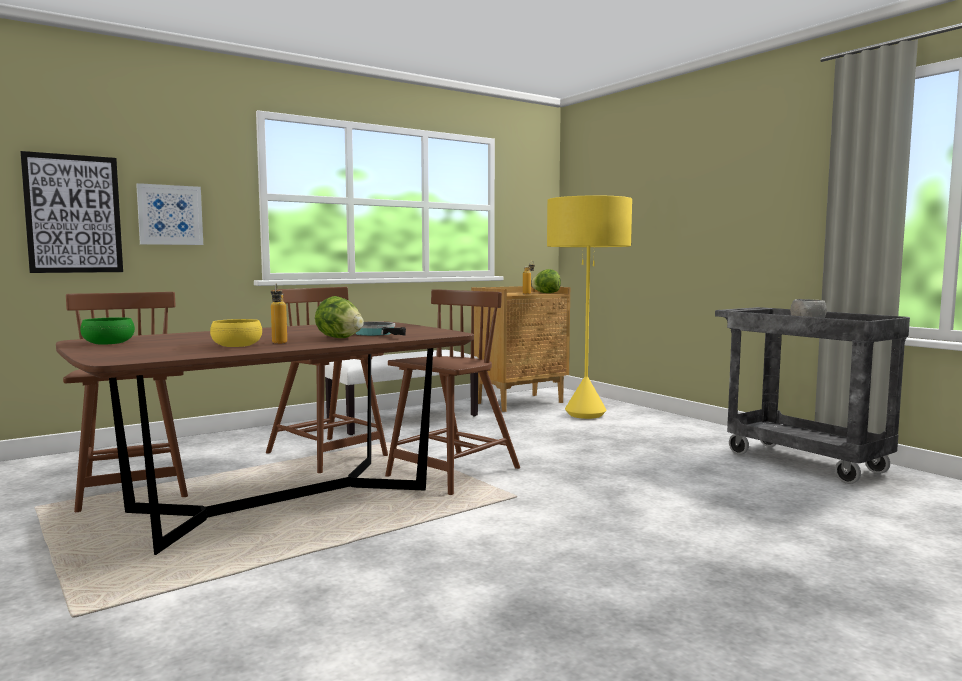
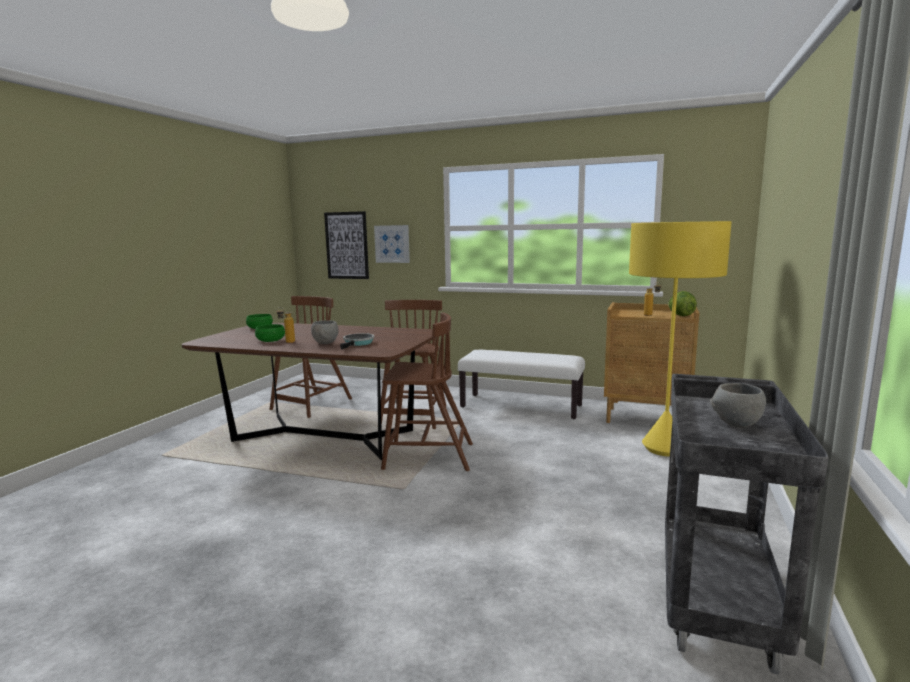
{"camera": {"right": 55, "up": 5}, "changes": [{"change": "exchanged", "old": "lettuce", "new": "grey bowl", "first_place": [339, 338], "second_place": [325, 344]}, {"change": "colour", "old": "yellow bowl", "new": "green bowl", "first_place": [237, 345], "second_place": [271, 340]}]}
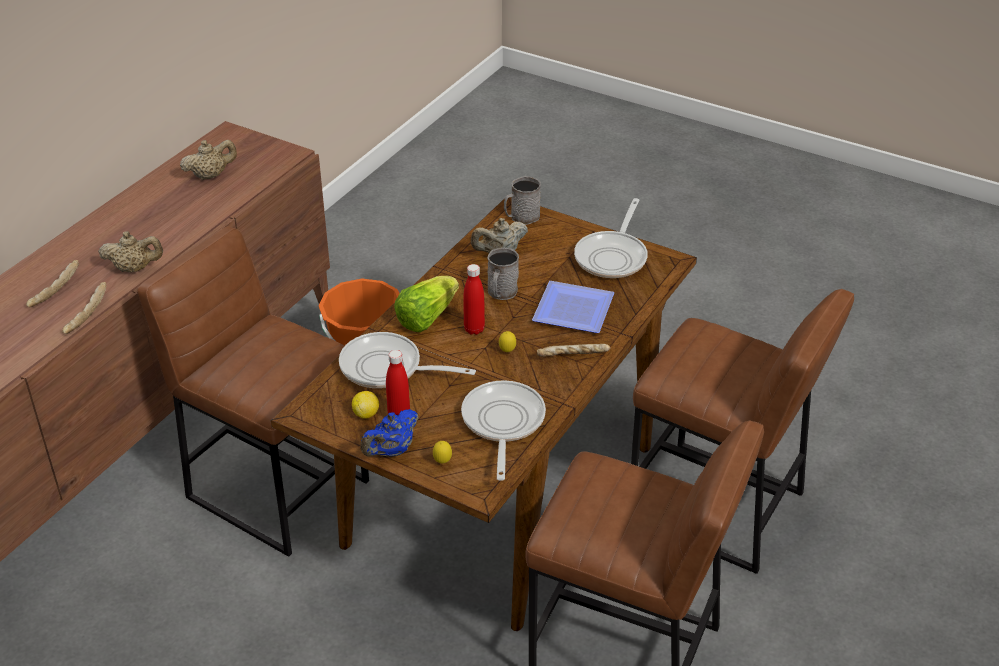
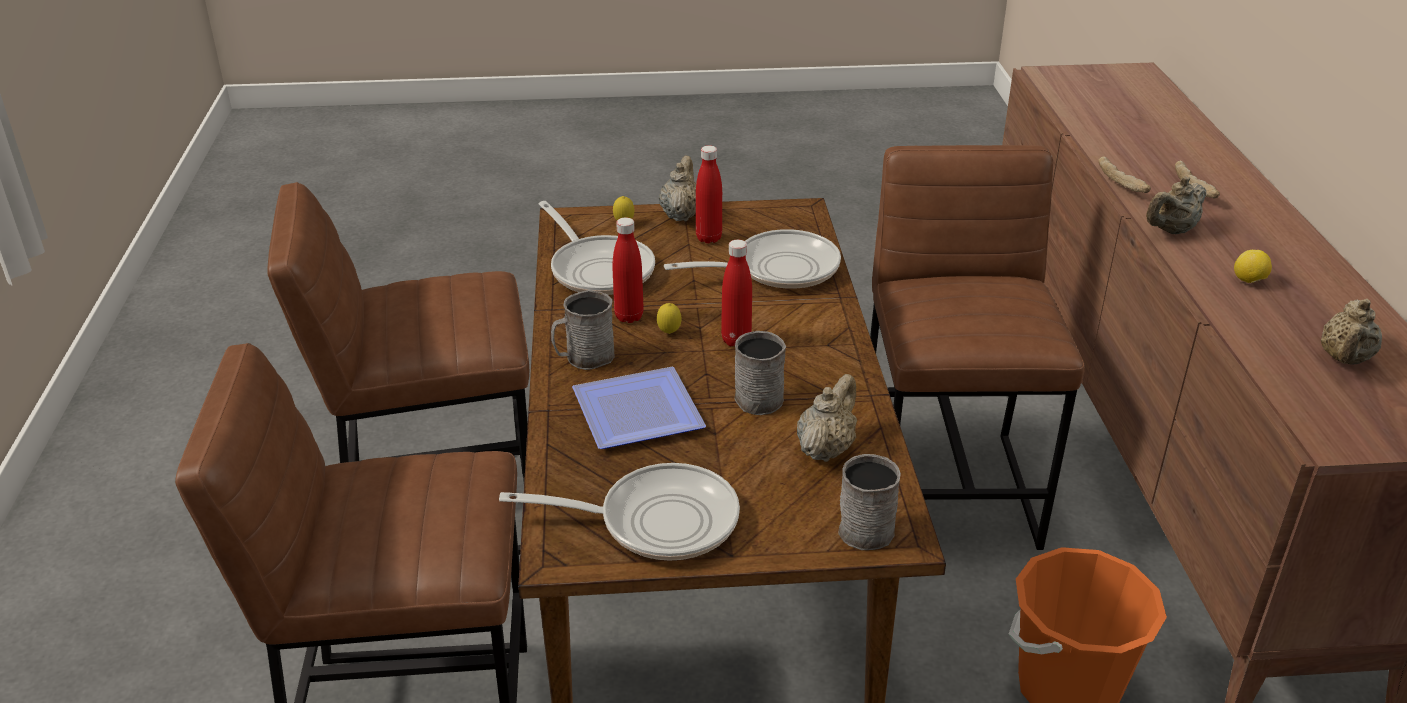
{"camera": {"right": 145, "up": -5}, "changes": [{"change": "spun", "old": "frying pan", "first_place": [613, 256], "second_place": [656, 521], "degrees": 105}, {"change": "spun", "old": "brown chair", "first_place": [276, 487], "second_place": [946, 488], "degrees": -90}, {"change": "missing", "old": "lettuce", "first_place": [426, 317]}, {"change": "exchanged", "old": "bread", "new": "grey mug", "first_place": [573, 356], "second_place": [583, 358]}, {"change": "relocated", "old": "lemon", "first_place": [366, 414], "second_place": [1249, 281]}, {"change": "colour", "old": "blue teapot", "new": "beige teapot", "first_place": [391, 451], "second_place": [681, 214]}, {"change": "appeared", "new": "red bottle", "second_place": [629, 316]}]}
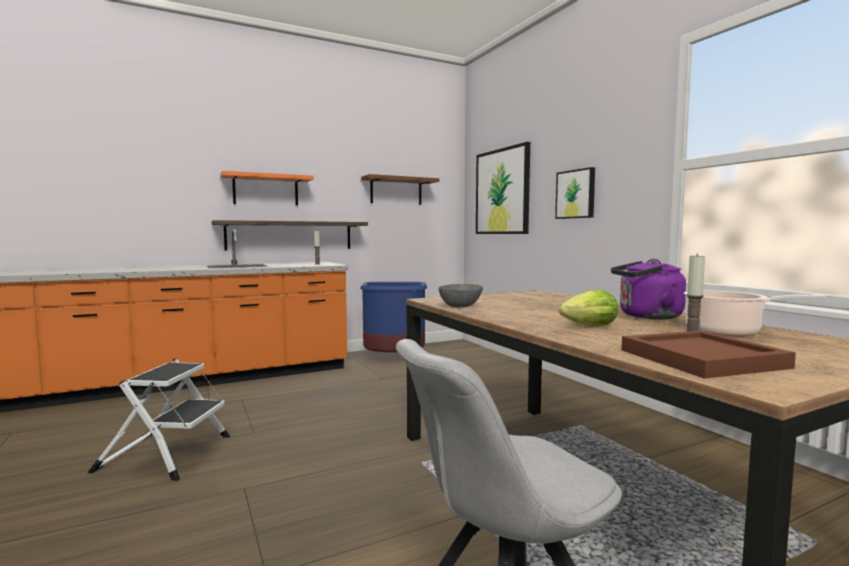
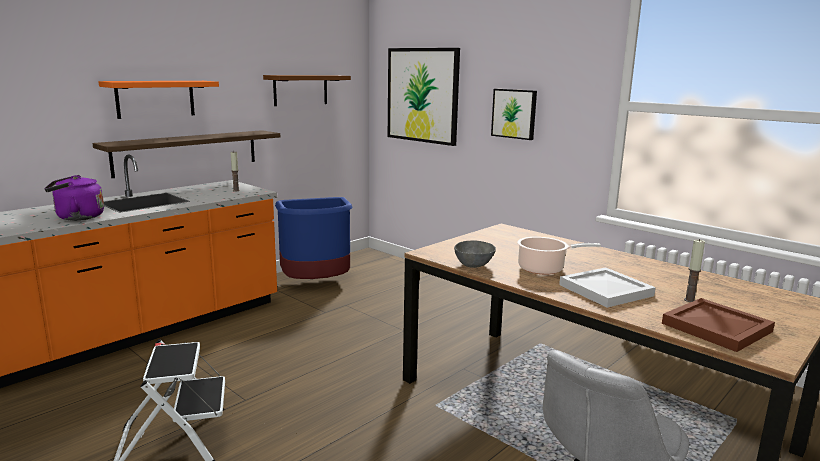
{"camera": {"right": -20, "up": 10}, "changes": [{"change": "relocated", "old": "purple kettle", "first_place": [646, 316], "second_place": [77, 217]}, {"change": "exchanged", "old": "lettuce", "new": "white tray", "first_place": [587, 326], "second_place": [607, 290]}, {"change": "relocated", "old": "cooking pot", "first_place": [728, 332], "second_place": [544, 269]}]}
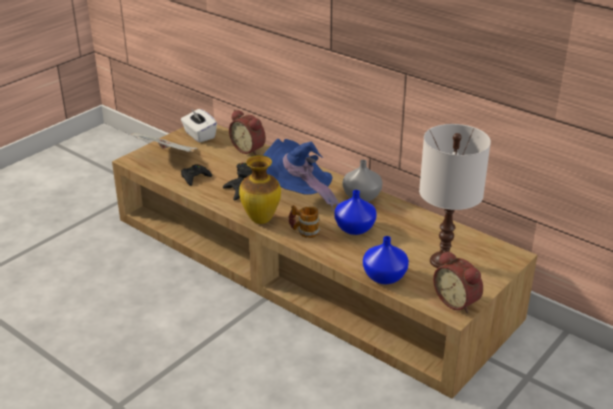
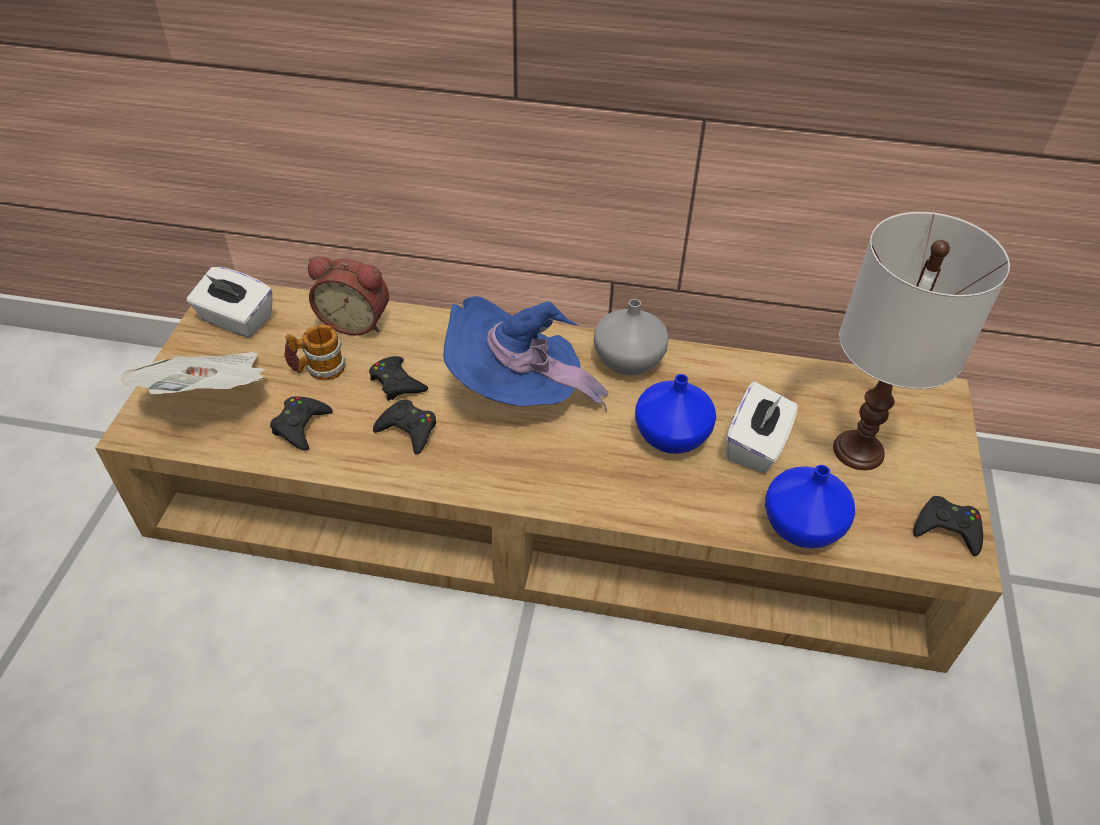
{"camera": {"right": -30, "up": 15}, "changes": [{"change": "missing", "old": "vase", "first_place": [260, 220]}, {"change": "relocated", "old": "mug", "first_place": [304, 231], "second_place": [318, 369]}, {"change": "exchanged", "old": "alarm clock", "new": "black game controller", "first_place": [457, 301], "second_place": [947, 529]}, {"change": "appeared", "new": "white tissue box", "second_place": [756, 445]}]}
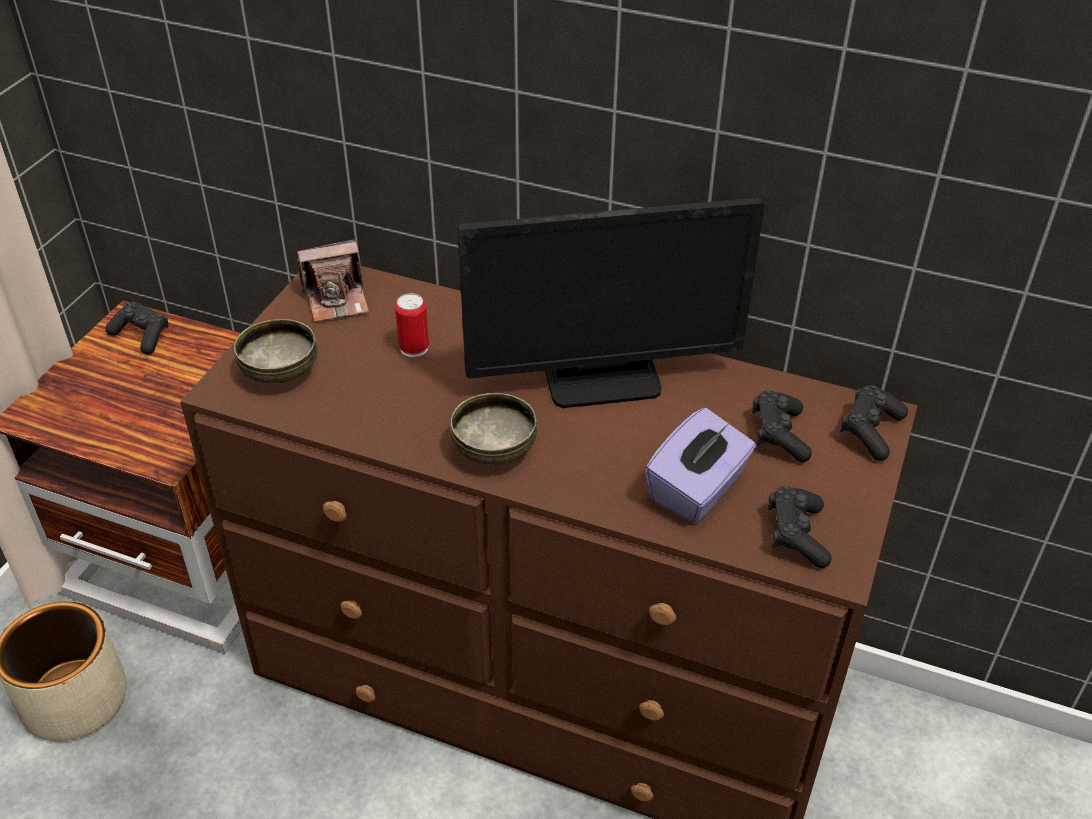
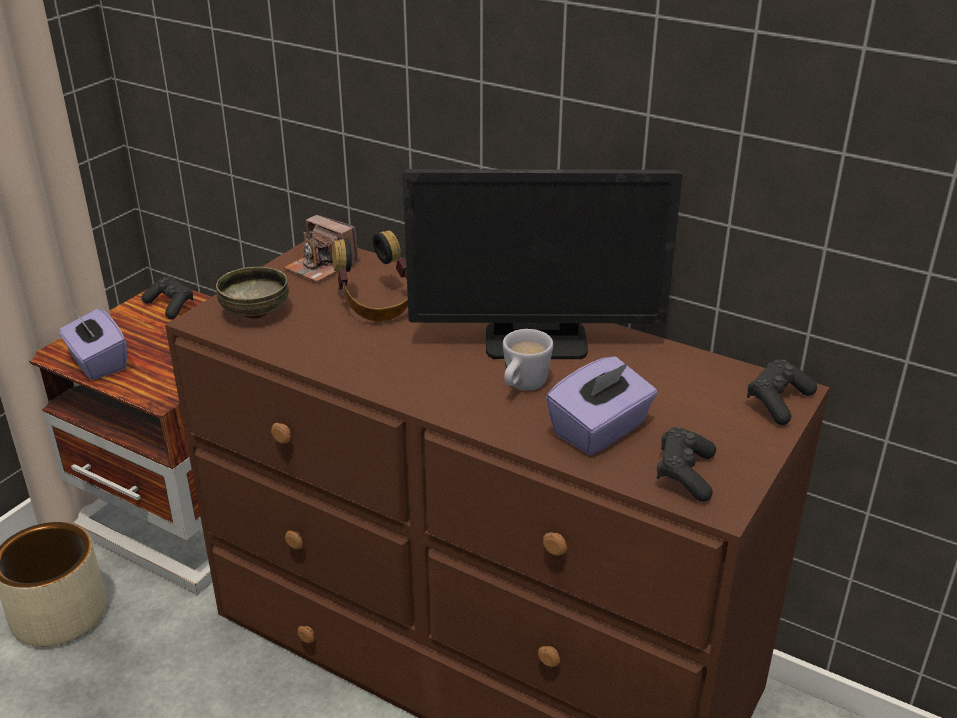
{"camera": {"right": 10, "up": -10}, "changes": [{"change": "spun", "old": "photo camera", "first_place": [337, 300], "second_place": [321, 267], "degrees": 45}, {"change": "exchanged", "old": "can", "new": "headphones", "first_place": [414, 348], "second_place": [376, 305]}, {"change": "missing", "old": "black game controller", "first_place": [778, 435]}, {"change": "missing", "old": "bowl", "first_place": [494, 452]}, {"change": "appeared", "new": "purple tissue box", "second_place": [97, 363]}, {"change": "appeared", "new": "white mug", "second_place": [522, 387]}]}
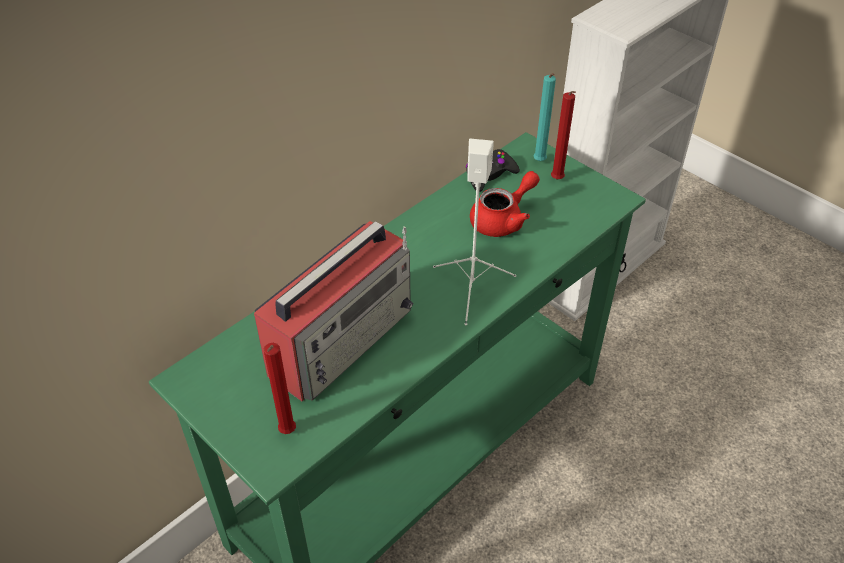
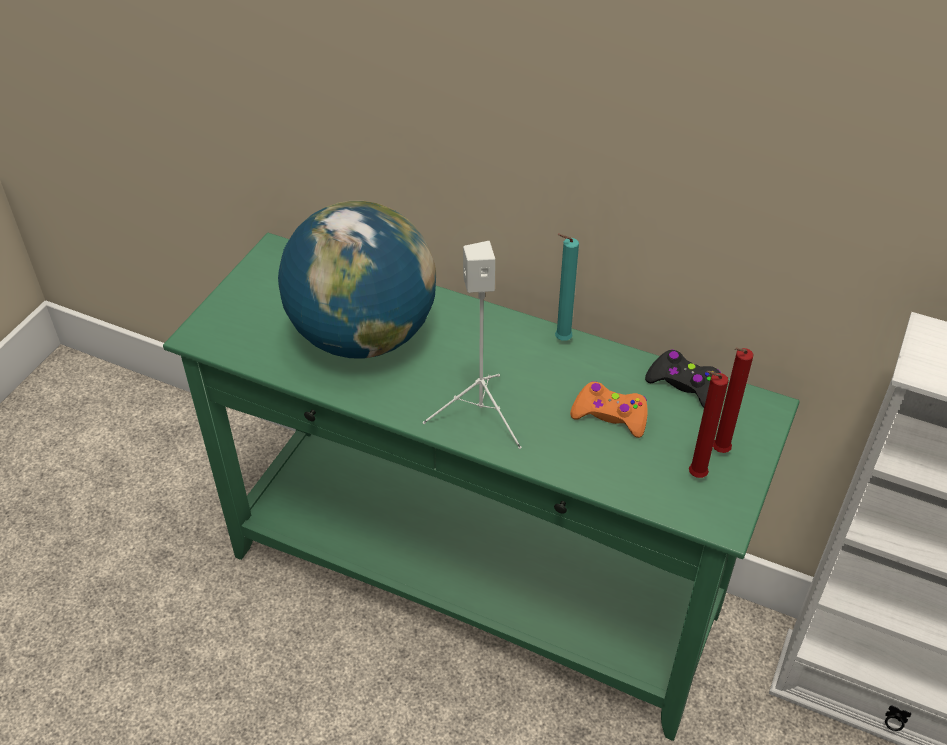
{"camera": {"right": 70, "up": 0}, "changes": [{"change": "relocated", "old": "turquoise candle", "first_place": [539, 162], "second_place": [560, 340]}, {"change": "exchanged", "old": "red teapot", "new": "orange game controller", "first_place": [503, 220], "second_place": [610, 415]}, {"change": "exchanged", "old": "radio", "new": "globe", "first_place": [343, 339], "second_place": [363, 335]}, {"change": "relocated", "old": "red candle", "first_place": [287, 433], "second_place": [694, 476]}]}
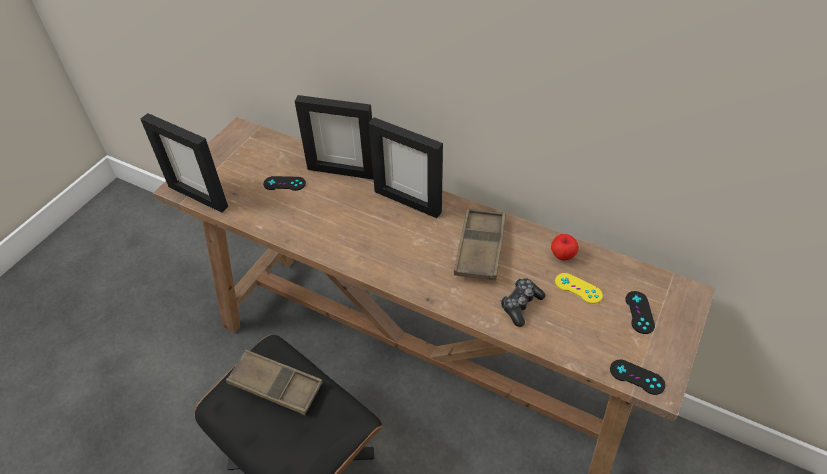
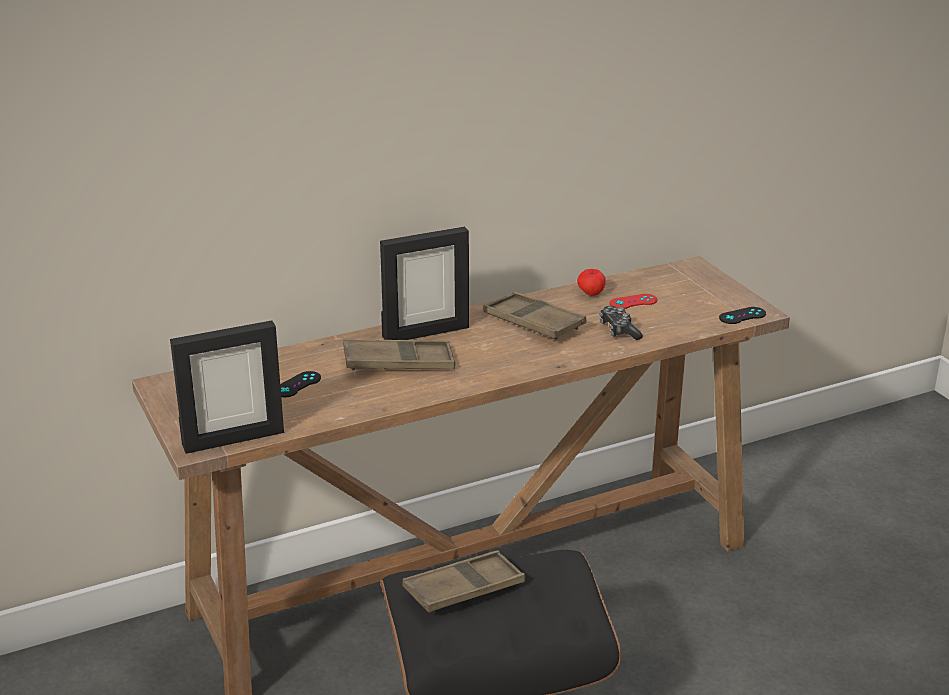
{"camera": {"right": -55, "up": -20}, "changes": [{"change": "missing", "old": "picture frame", "first_place": [342, 170]}, {"change": "colour", "old": "yellow game controller", "new": "red game controller", "first_place": [578, 288], "second_place": [633, 302]}, {"change": "missing", "old": "black game controller", "first_place": [639, 312]}, {"change": "appeared", "new": "brown tray", "second_place": [398, 363]}]}
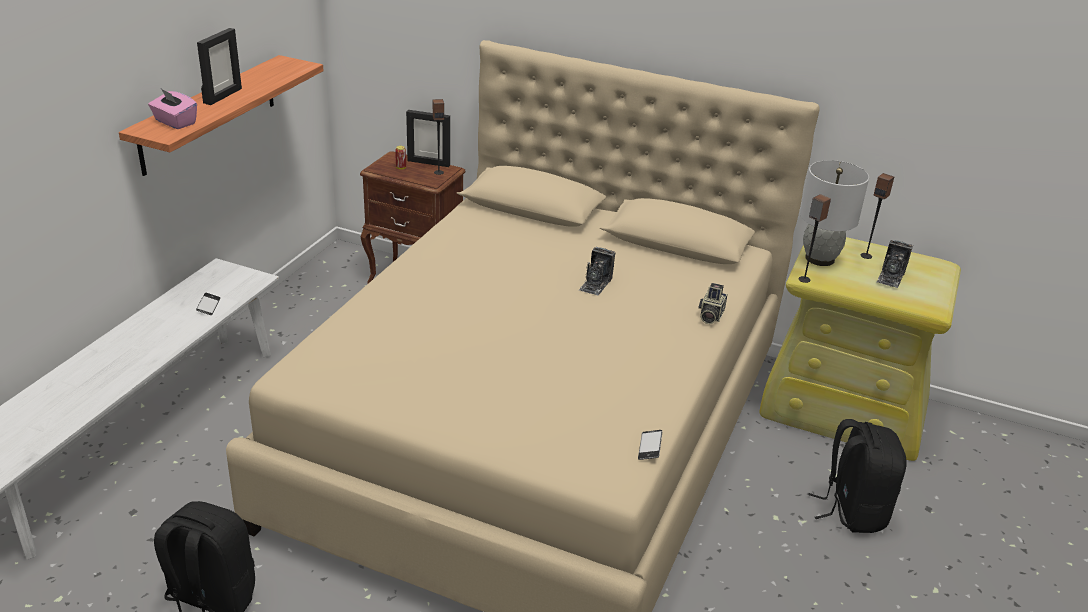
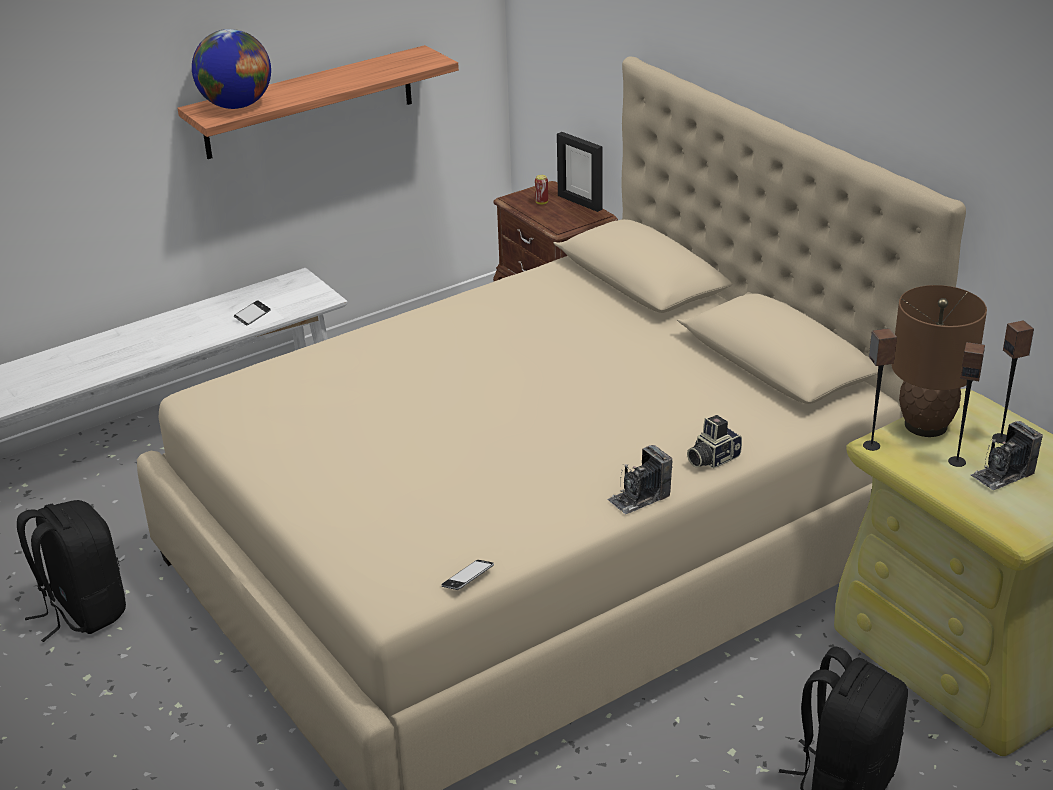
{"camera": {"right": 35, "up": 0}, "changes": [{"change": "missing", "old": "picture frame", "first_place": [222, 96]}, {"change": "exchanged", "old": "pink tissue box", "new": "globe", "first_place": [175, 122], "second_place": [236, 106]}, {"change": "relocated", "old": "speaker", "first_place": [438, 172], "second_place": [957, 461]}, {"change": "colour", "old": "white table lamp", "new": "brown table lamp", "first_place": [819, 258], "second_place": [925, 425]}, {"change": "relocated", "old": "photo camera", "first_place": [595, 284], "second_place": [639, 497]}]}
